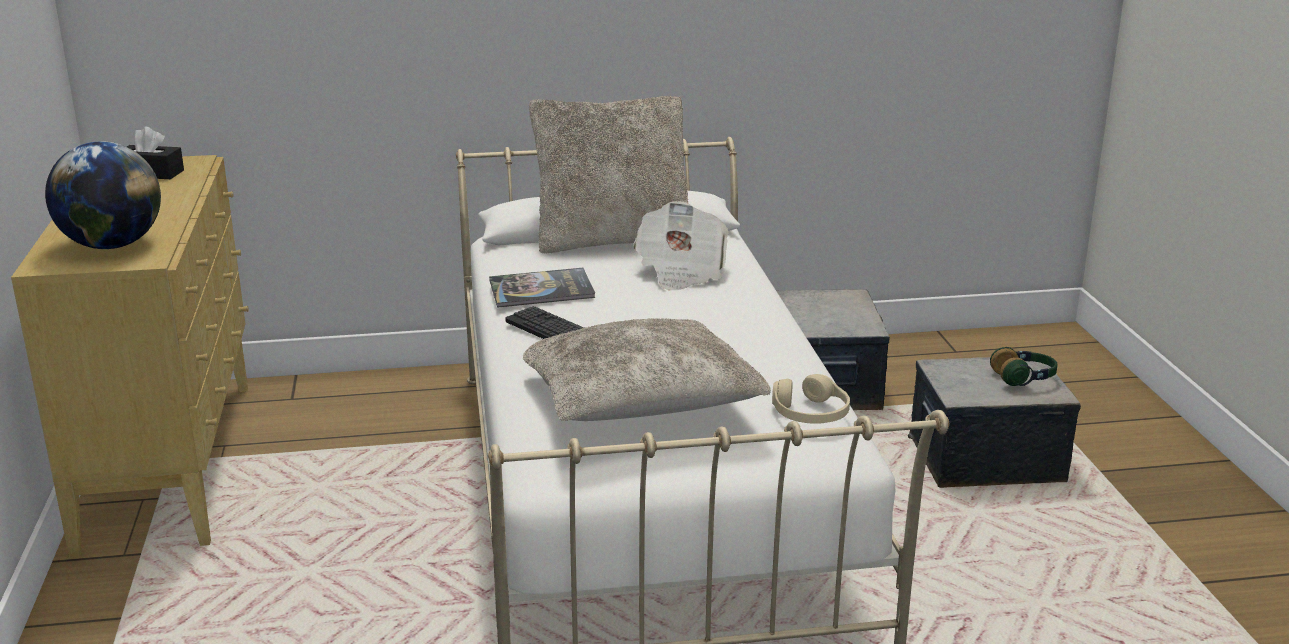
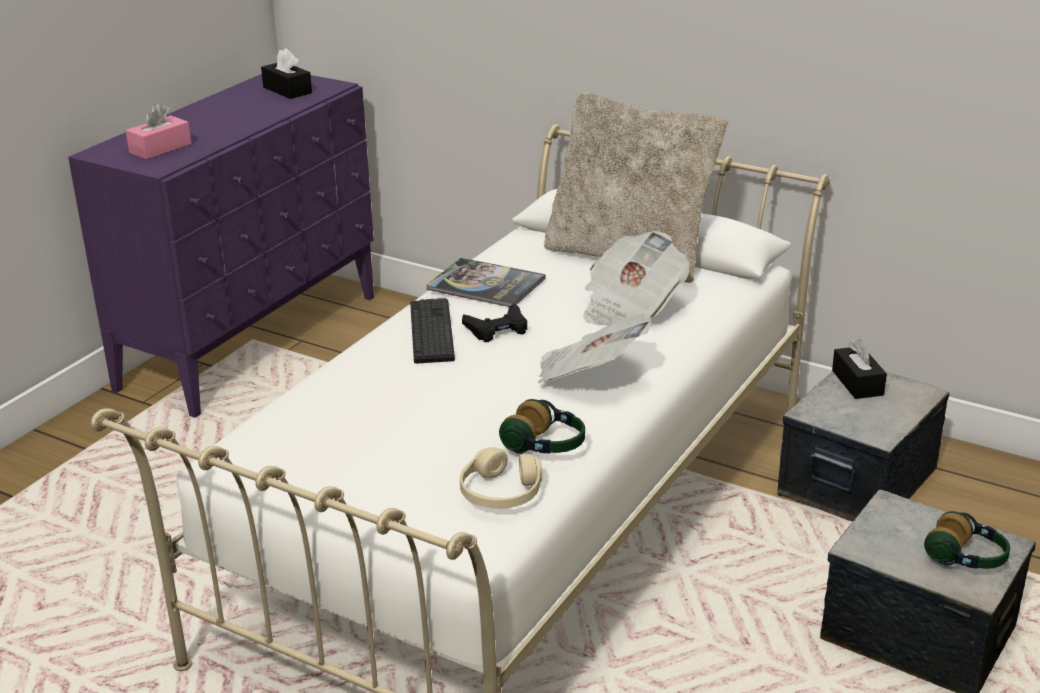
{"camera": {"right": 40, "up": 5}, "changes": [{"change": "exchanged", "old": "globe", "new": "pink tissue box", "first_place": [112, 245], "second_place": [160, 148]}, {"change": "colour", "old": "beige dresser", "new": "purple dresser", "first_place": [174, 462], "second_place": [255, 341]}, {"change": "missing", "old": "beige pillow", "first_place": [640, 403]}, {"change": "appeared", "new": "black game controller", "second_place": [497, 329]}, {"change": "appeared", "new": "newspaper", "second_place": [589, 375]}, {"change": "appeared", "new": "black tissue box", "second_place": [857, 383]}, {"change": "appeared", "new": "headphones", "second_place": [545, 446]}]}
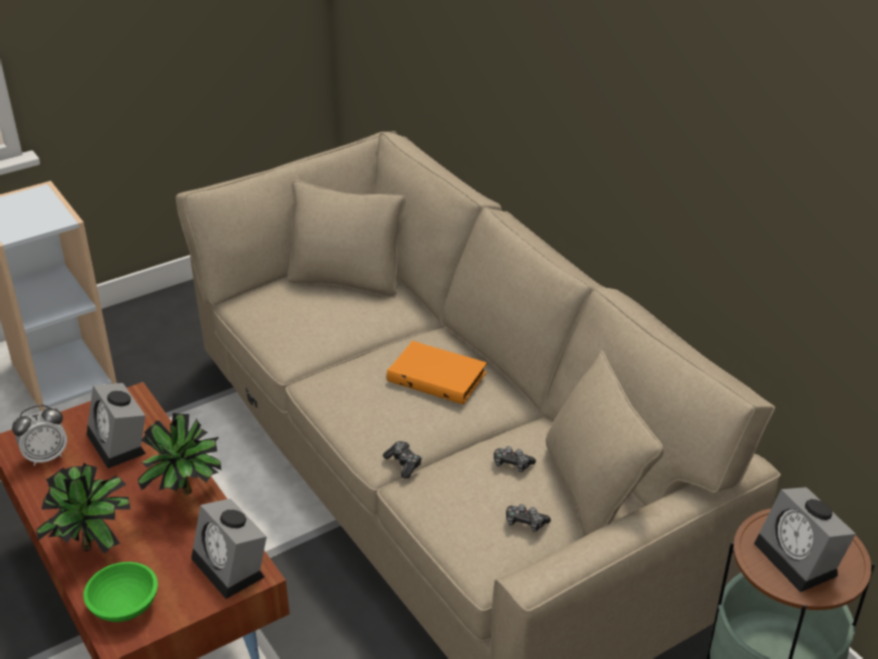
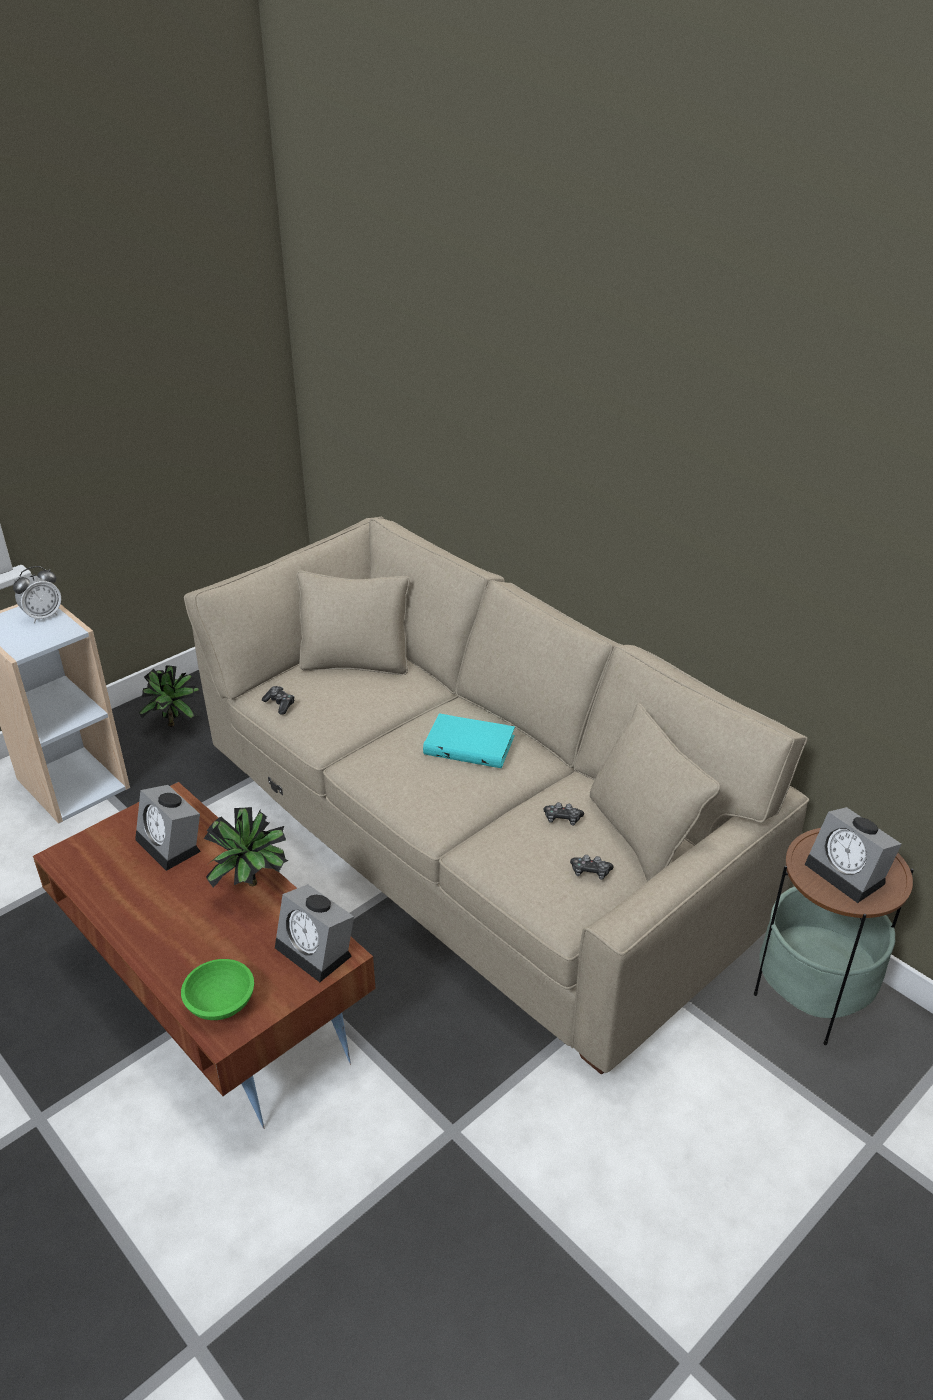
{"camera": {"right": -10, "up": 0}, "changes": [{"change": "colour", "old": "orange book", "new": "turquoise book", "first_place": [438, 376], "second_place": [470, 744]}, {"change": "relocated", "old": "alarm clock", "first_place": [46, 456], "second_place": [43, 616]}, {"change": "relocated", "old": "game controller", "first_place": [403, 464], "second_place": [280, 704]}, {"change": "relocated", "old": "potted plant", "first_place": [94, 546], "second_place": [176, 724]}]}
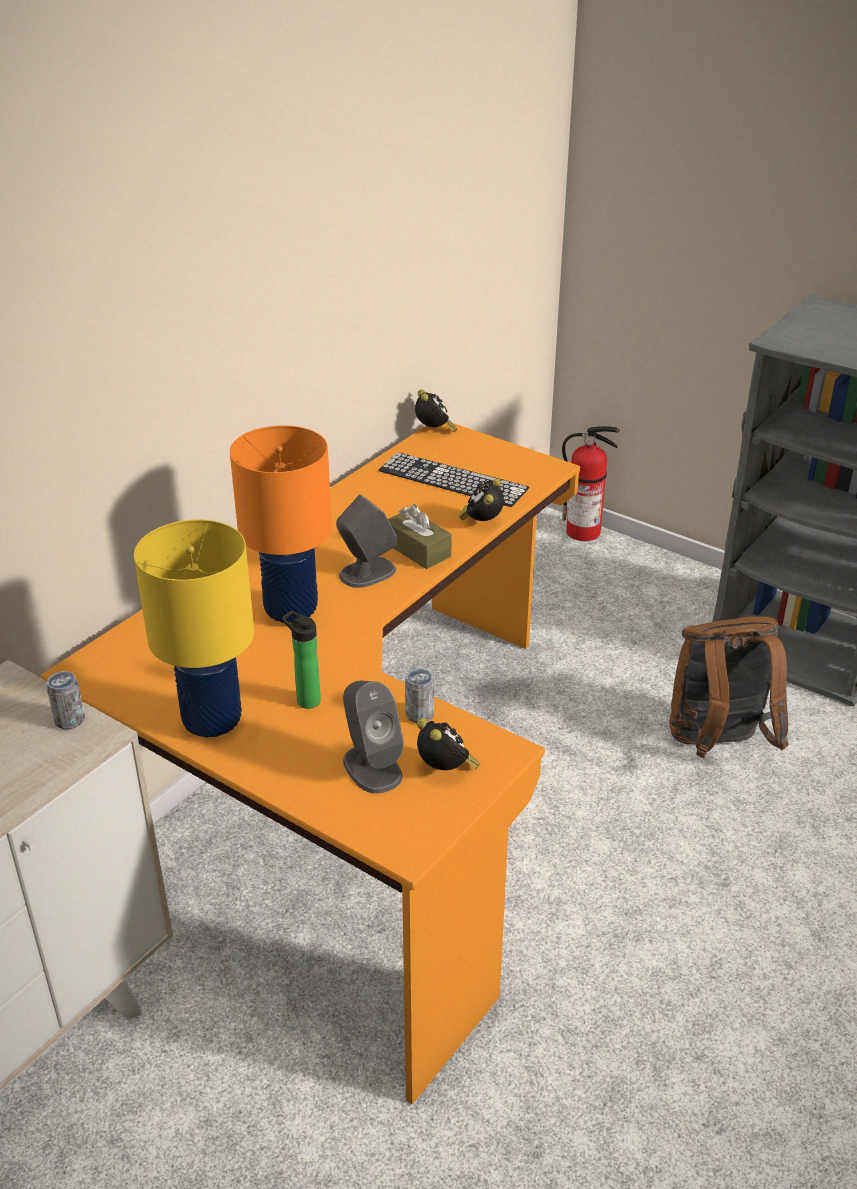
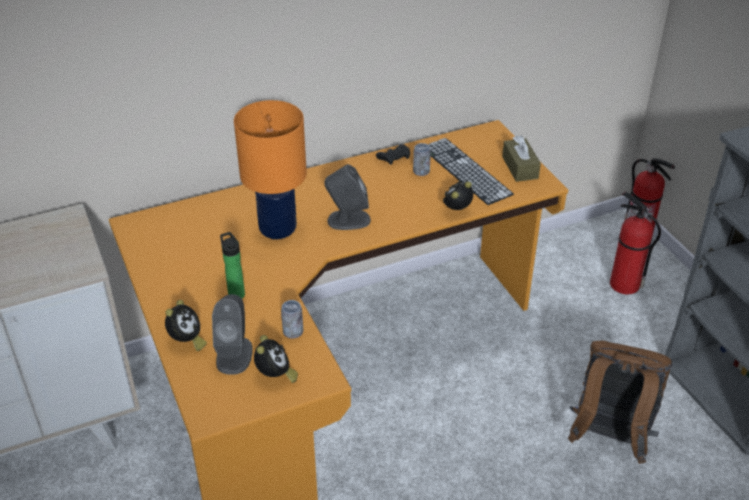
{"camera": {"right": 30, "up": 5}, "changes": [{"change": "relocated", "old": "alarm clock", "first_place": [434, 431], "second_place": [186, 341]}, {"change": "relocated", "old": "brown tissue box", "first_place": [417, 550], "second_place": [520, 167]}, {"change": "missing", "old": "yellow table lamp", "first_place": [213, 723]}, {"change": "relocated", "old": "can", "first_place": [70, 720], "second_place": [421, 171]}, {"change": "appeared", "new": "black game controller", "second_place": [394, 157]}, {"change": "appeared", "new": "fire extinguisher", "second_place": [623, 284]}]}
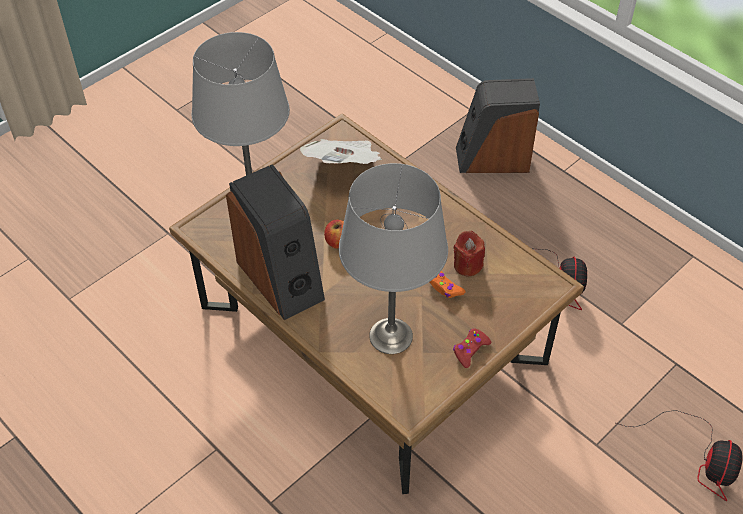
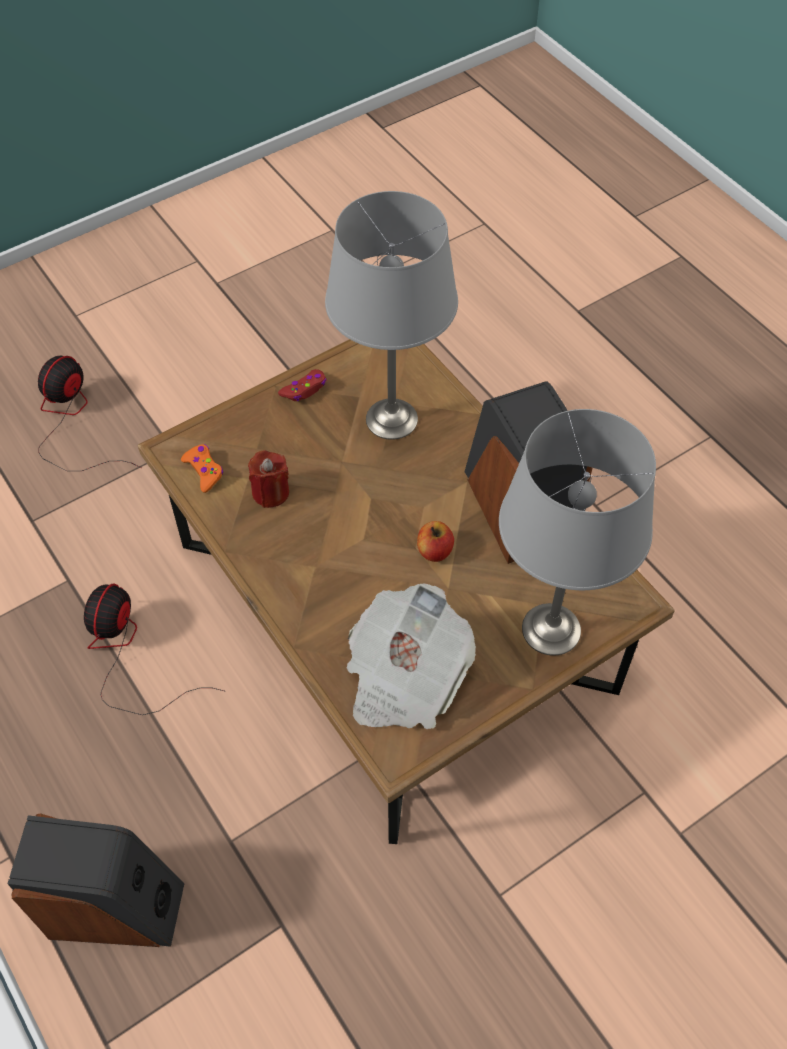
{"camera": {"right": -170, "up": 5}, "changes": [{"change": "relocated", "old": "orange game controller", "first_place": [444, 287], "second_place": [204, 471]}]}
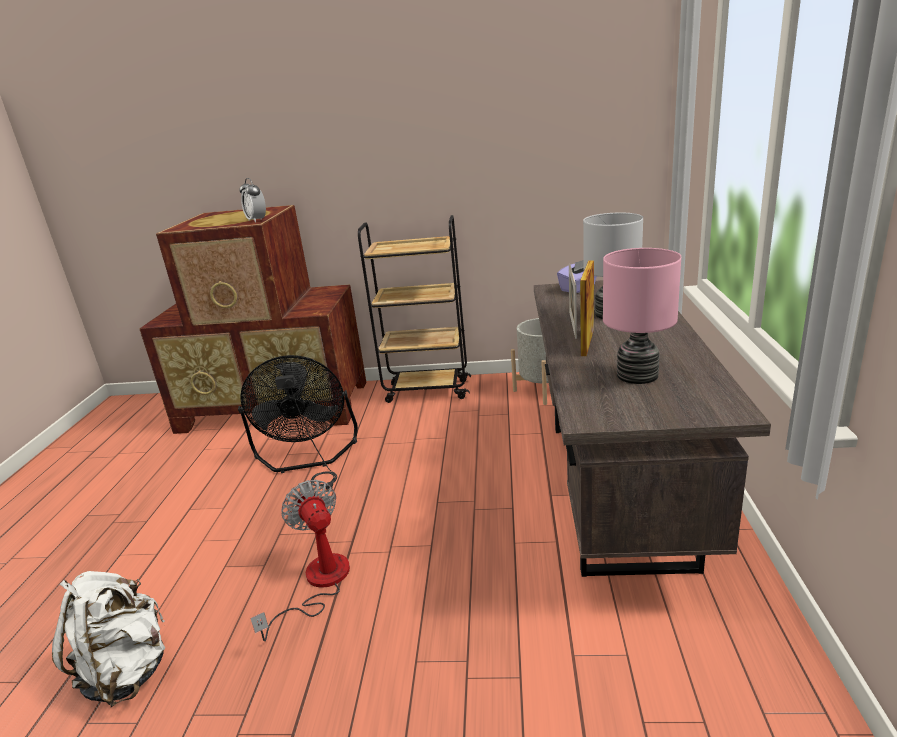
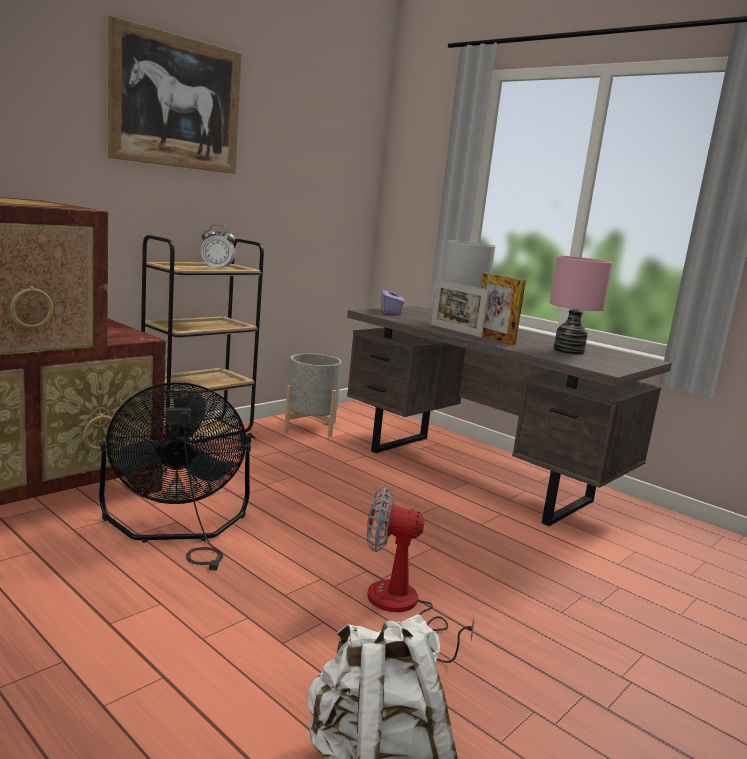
{"camera": {"right": -55, "up": -10}, "changes": [{"change": "relocated", "old": "alarm clock", "first_place": [257, 220], "second_place": [217, 269]}, {"change": "spun", "old": "black fan", "first_place": [308, 460], "second_place": [180, 530], "degrees": 45}, {"change": "appeared", "new": "picture", "second_place": [176, 102]}]}
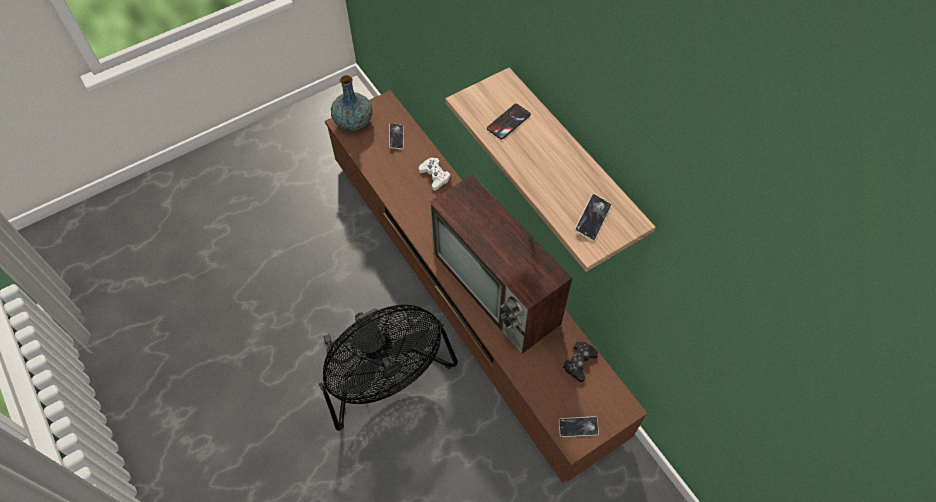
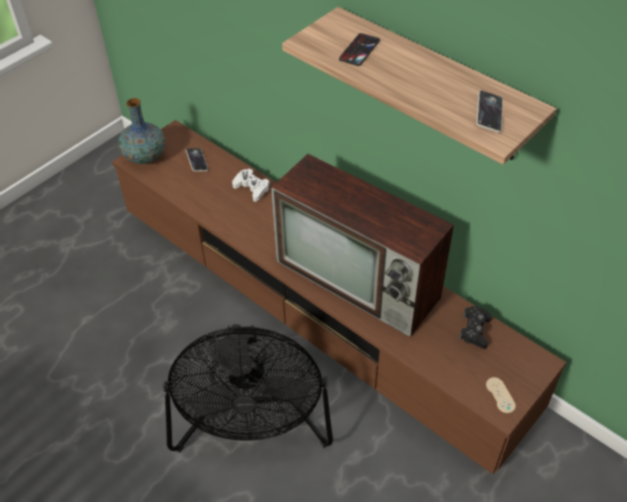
{"camera": {"right": -15, "up": -10}, "changes": [{"change": "spun", "old": "black fan", "first_place": [380, 377], "second_place": [247, 420], "degrees": 45}, {"change": "exchanged", "old": "phone", "new": "beige game controller", "first_place": [578, 427], "second_place": [500, 395]}]}
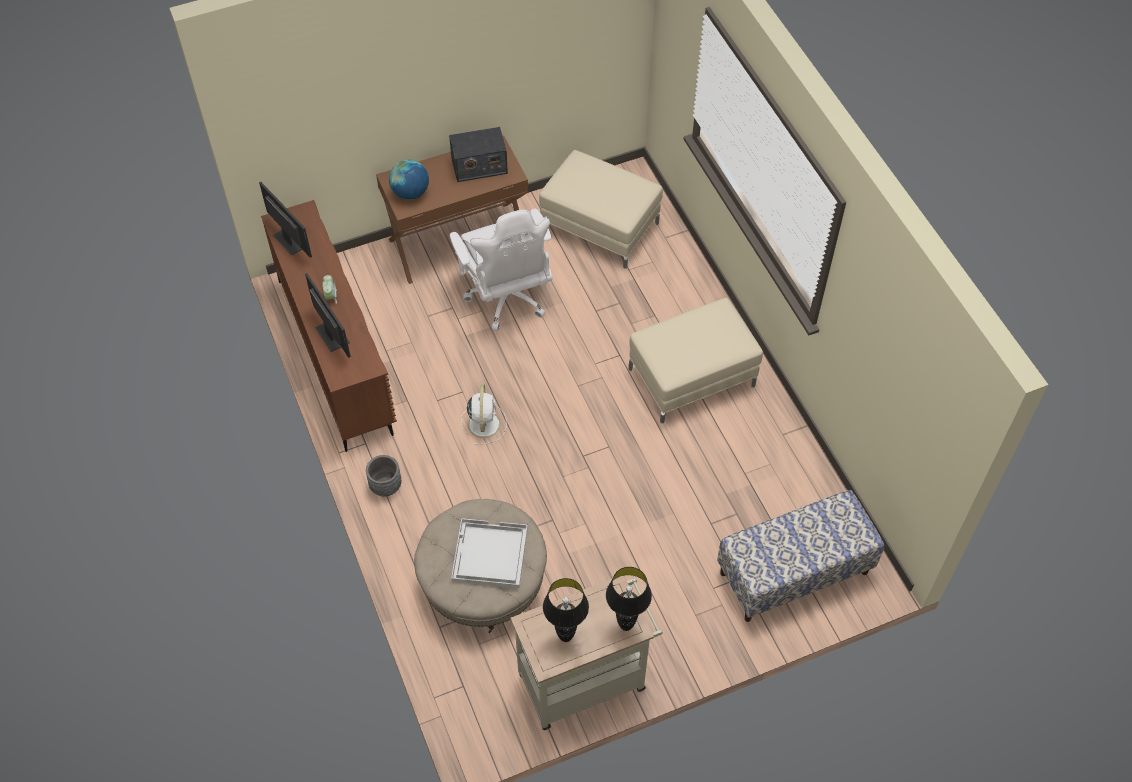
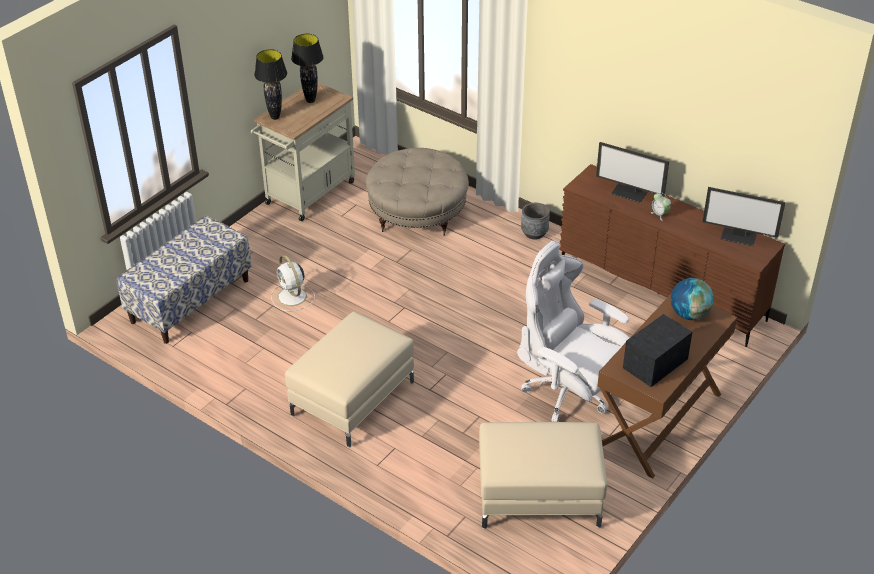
{"camera": {"right": 150, "up": -15}, "changes": [{"change": "relocated", "old": "white fan", "first_place": [484, 423], "second_place": [292, 297]}, {"change": "missing", "old": "white tray", "first_place": [489, 554]}]}
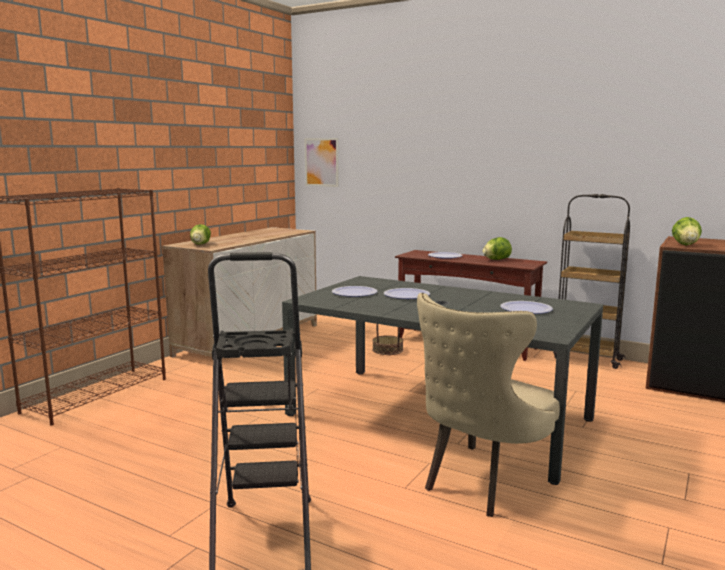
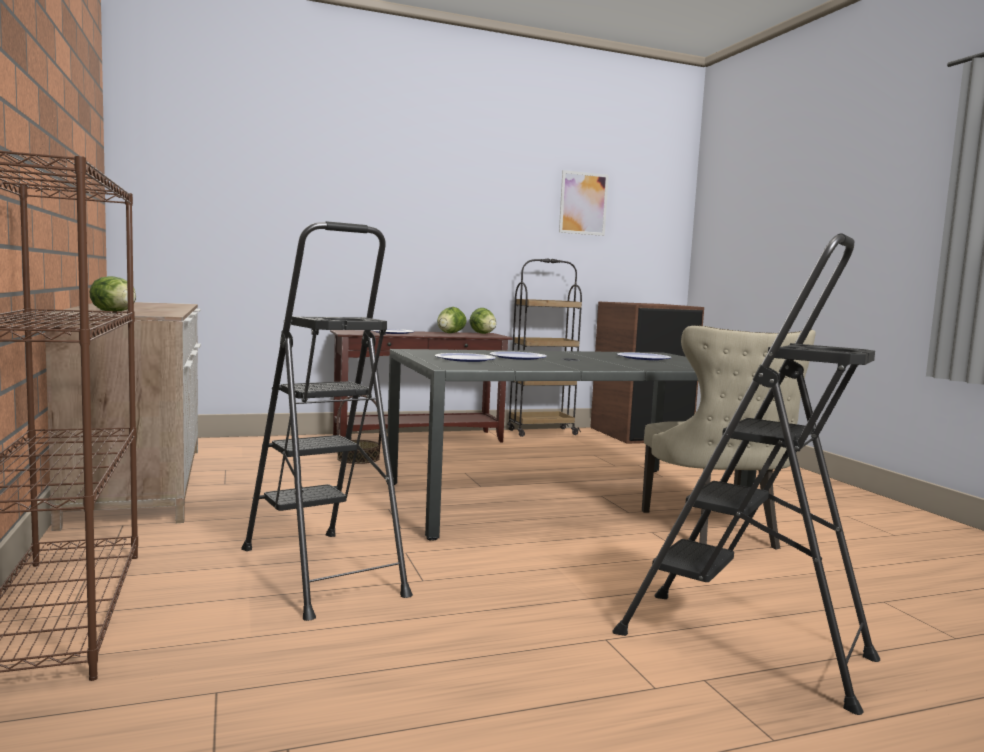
{"camera": {"right": -50, "up": -5}, "changes": [{"change": "relocated", "old": "picture", "first_place": [321, 162], "second_place": [583, 203]}, {"change": "relocated", "old": "lettuce", "first_place": [685, 245], "second_place": [483, 333]}, {"change": "appeared", "new": "step ladder", "second_place": [322, 571]}]}
